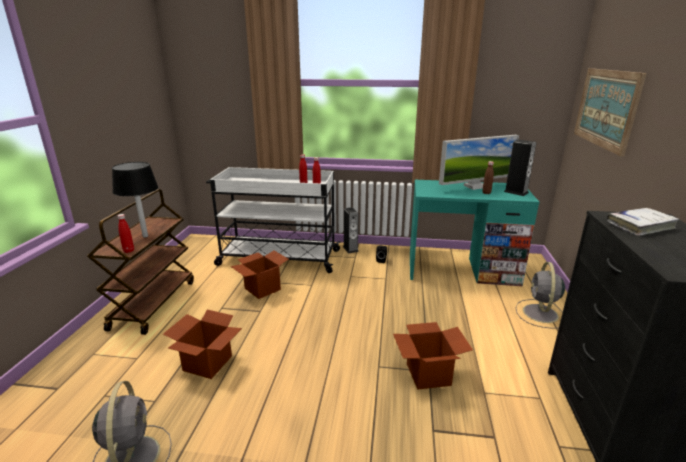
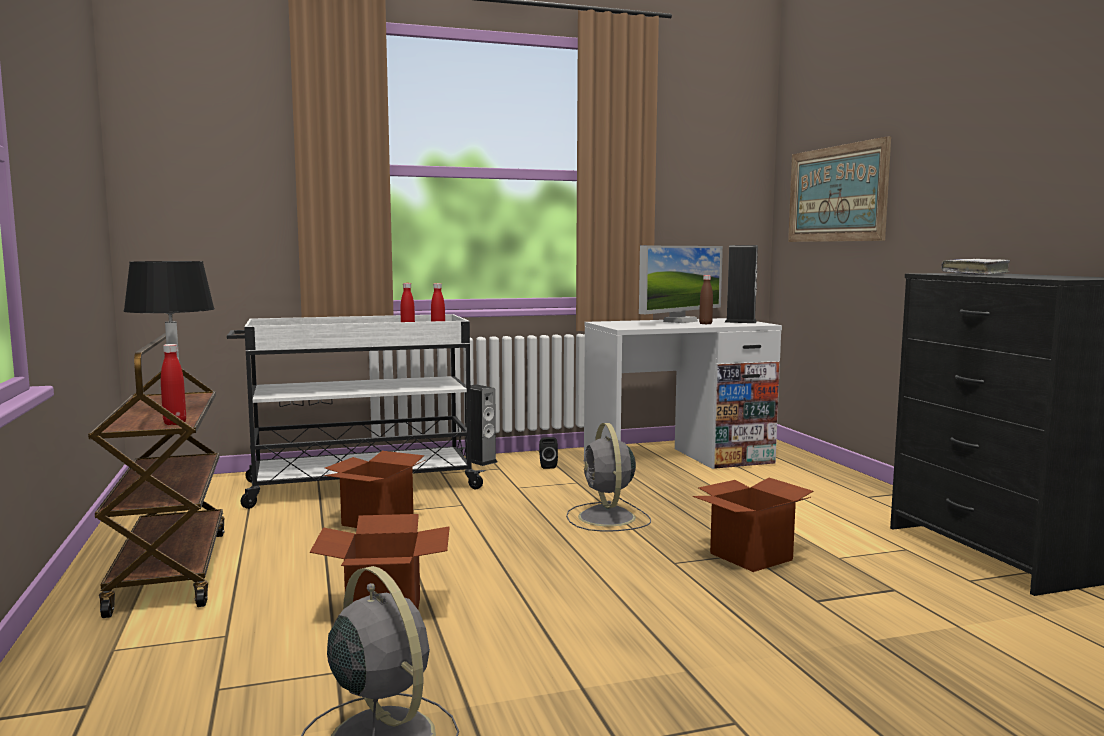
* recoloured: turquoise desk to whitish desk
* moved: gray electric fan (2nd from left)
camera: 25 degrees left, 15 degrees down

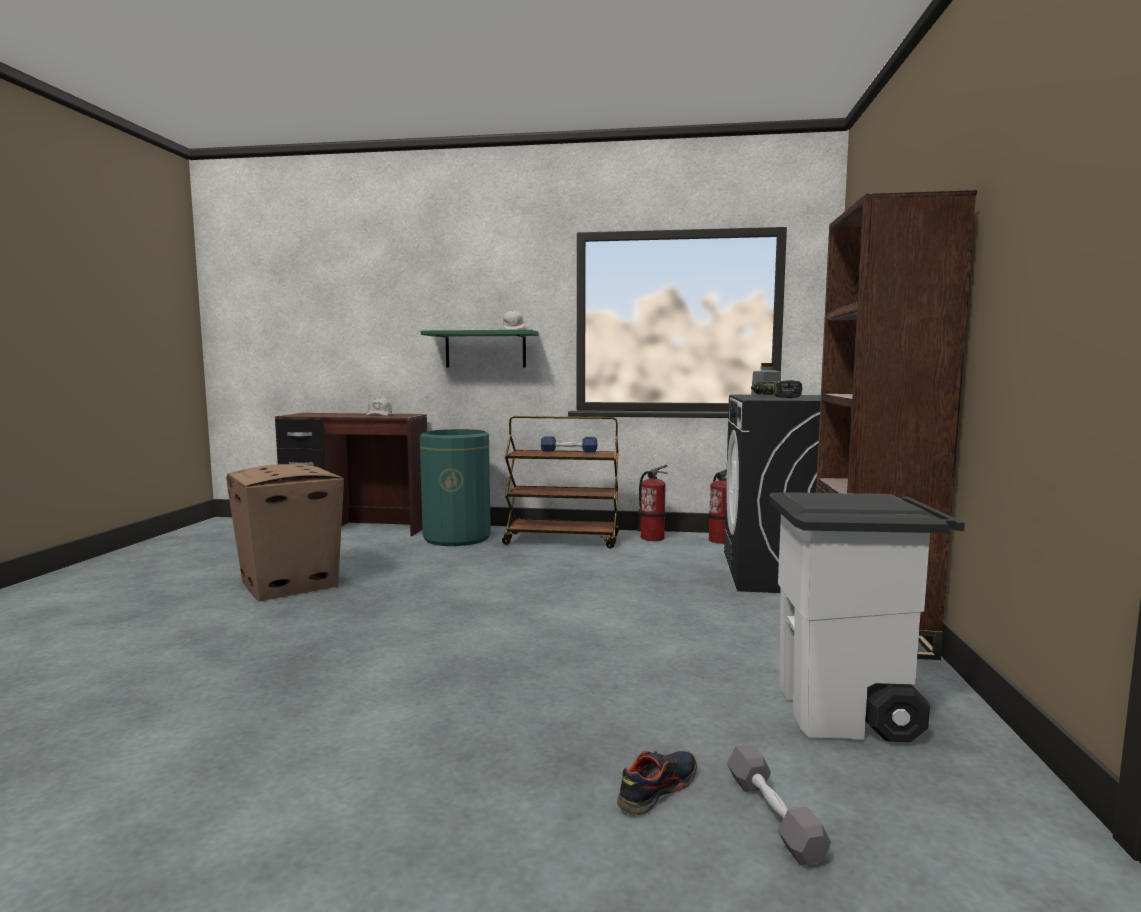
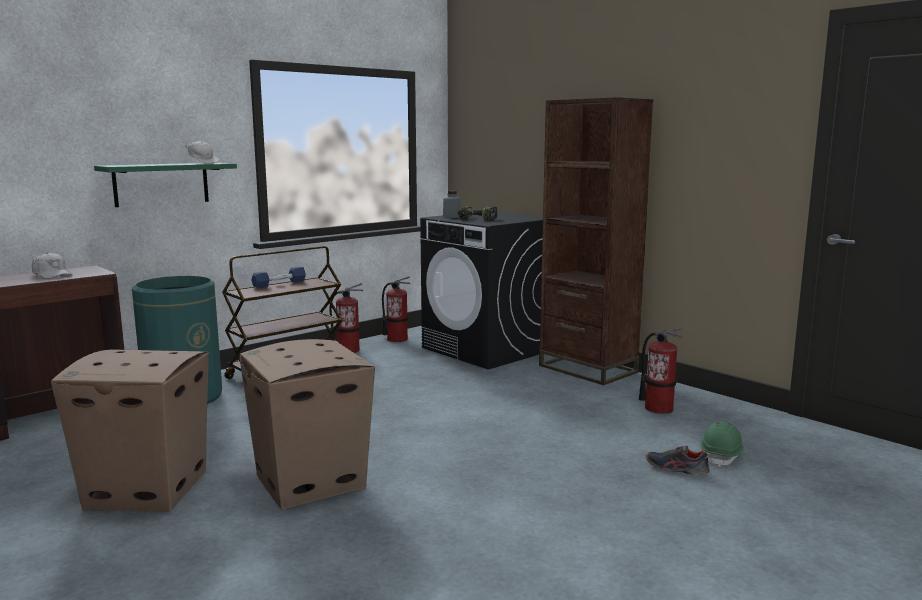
* replaced: whitish rubbish bin to extinguisher (3rd from left)
* replaced: gray hand weight to green hard hat
* turned: low shoe 60 degrees counterclockwise
* added: carton (2nd from left)
camera: 50 degrees left, 5 degrees up

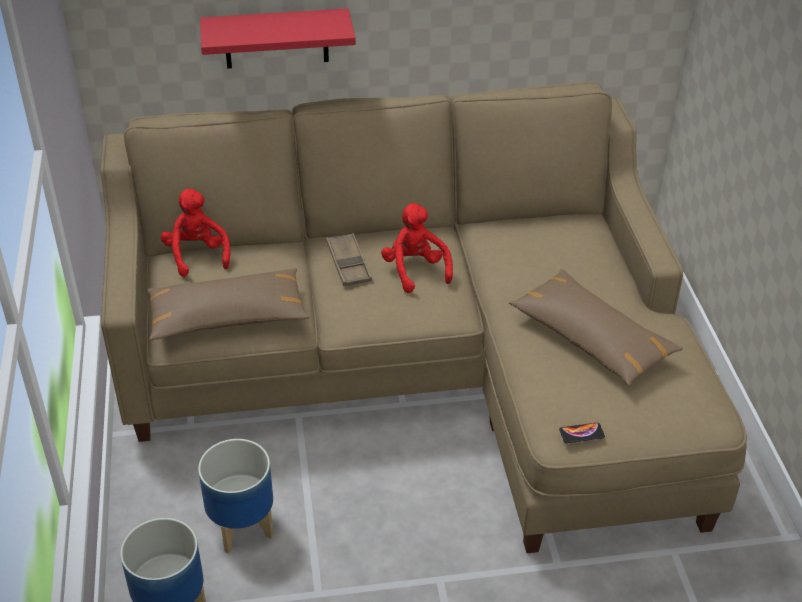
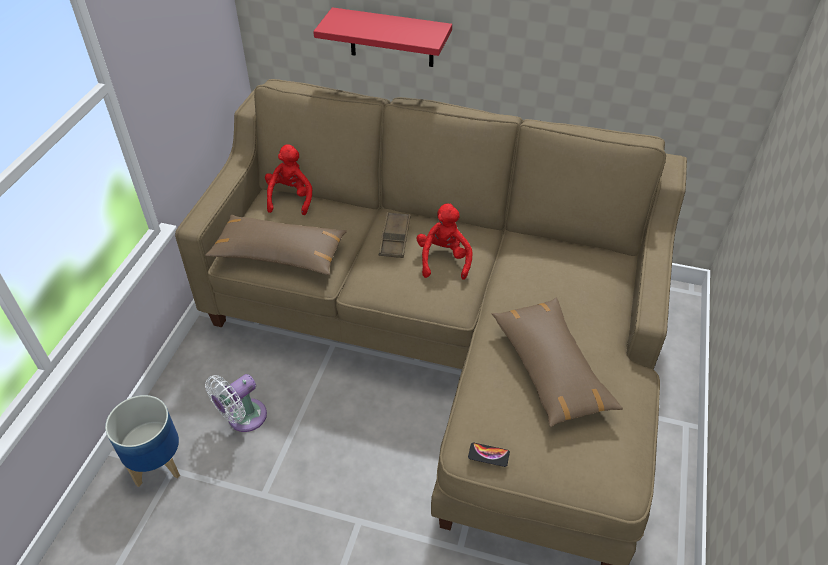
* replaced: plant pot (2nd from left) to whitish electric fan
camera: 25 degrees right, 5 degrees up

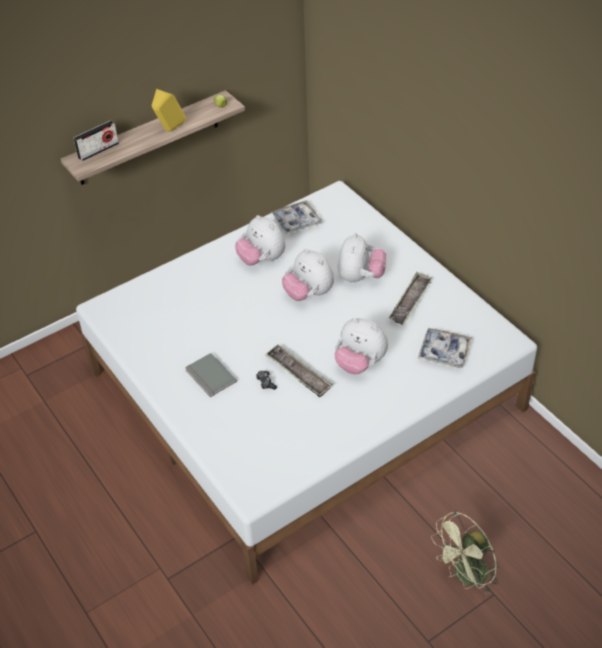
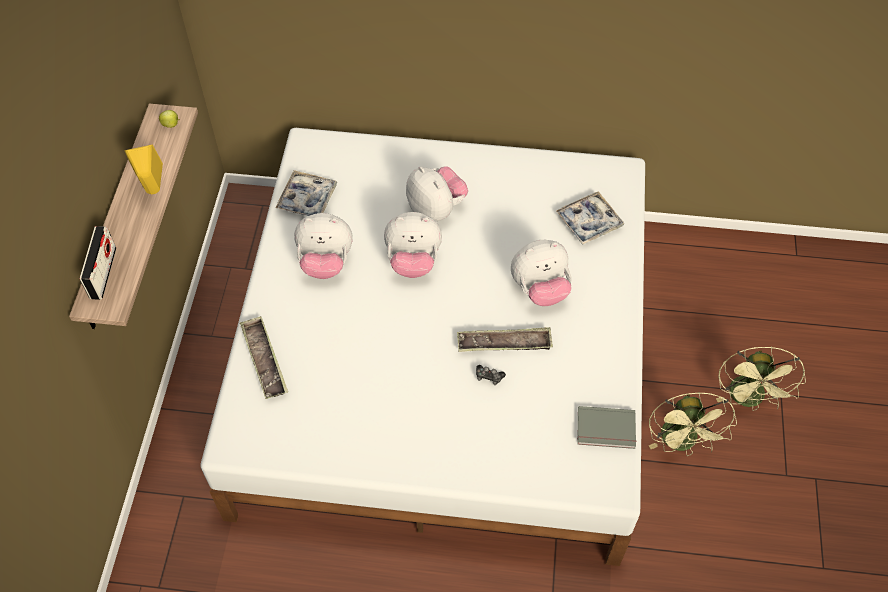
* moved: tray (3rd from left in the first image) to tray (1st from left)
* moved: gray bound book
* added: green electric fan (1st from left)
camera: 50 degrees left, 10 degrees up

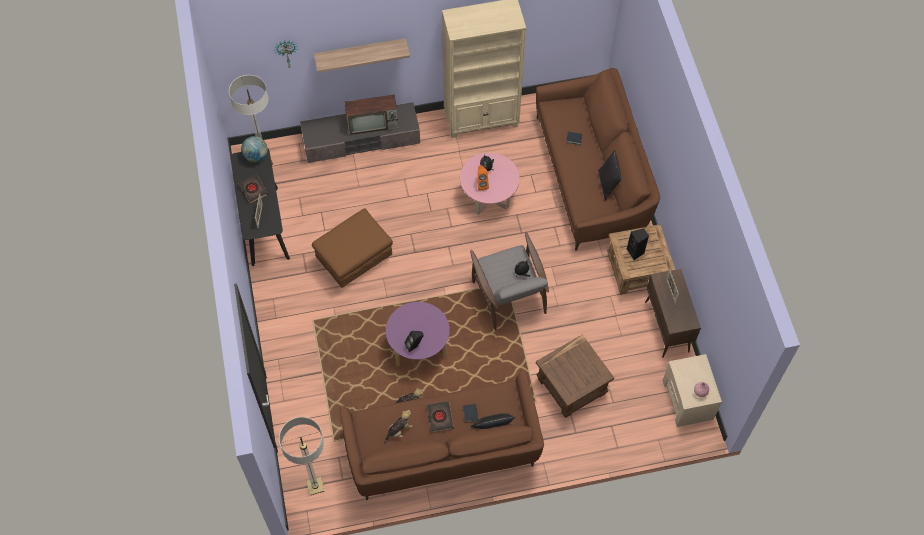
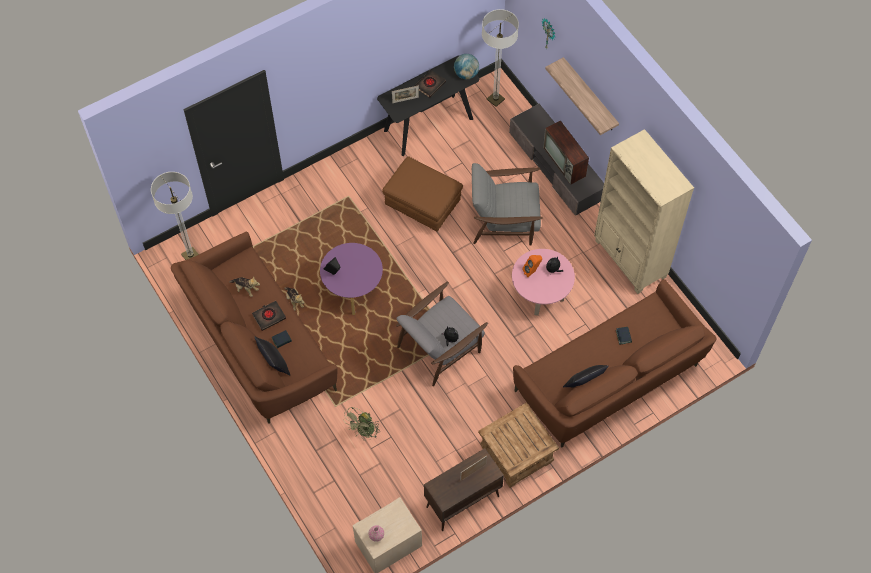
* removed: blackish loudspeaker (2nd from left)
* replaced: brownish accent table (1st from left) to green electric fan
* added: gray easy chair (2nd from left)
camera: 70 degrees right, 0 degrees up

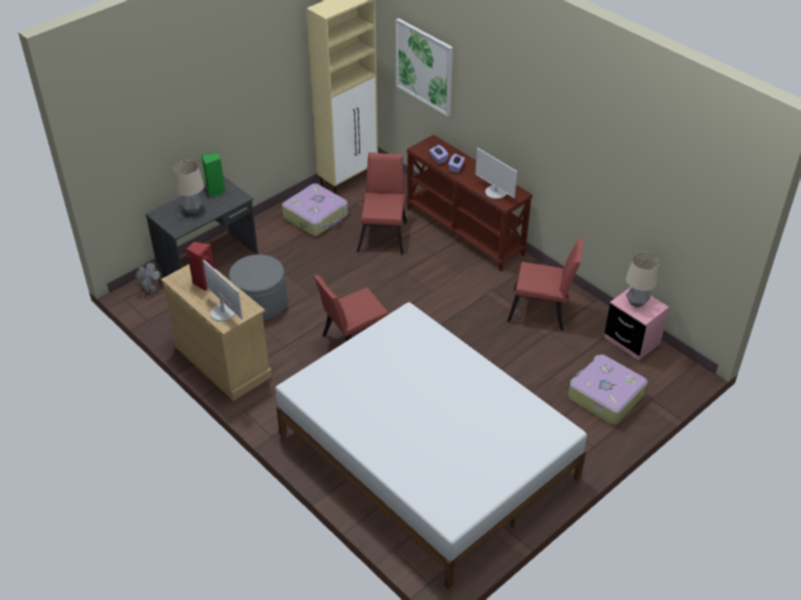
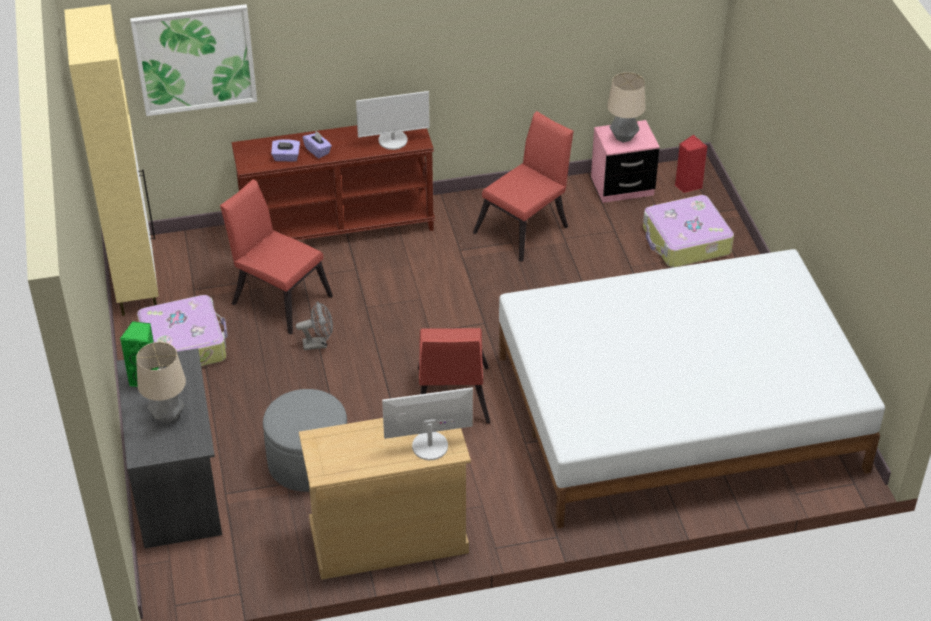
* moved: reddish loudspeaker
* moved: gray electric fan
camera: 60 degrees left, 0 degrees up

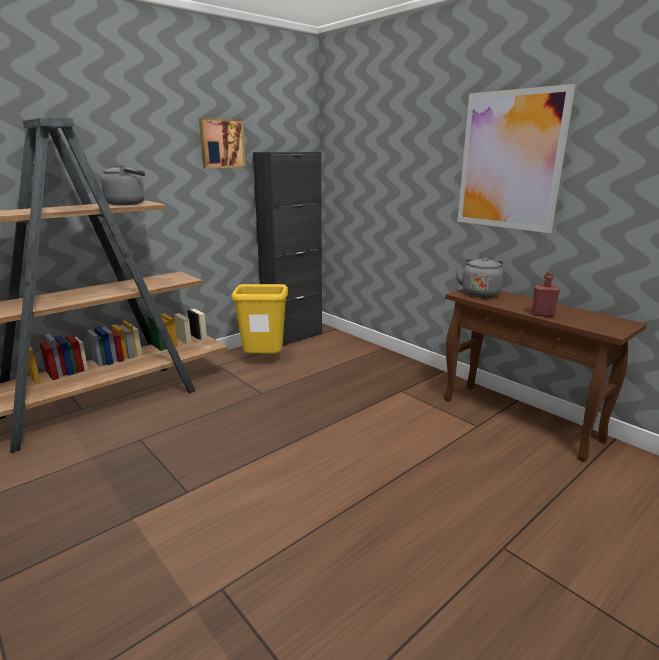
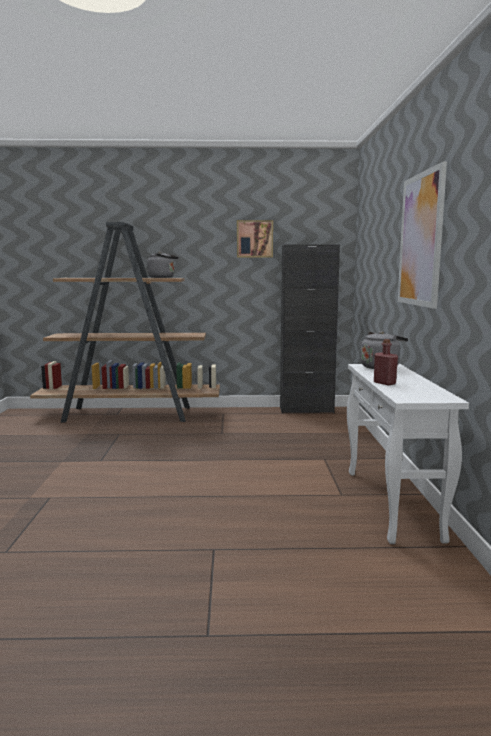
* removed: yellow-coloured rubbish bin
* recoloured: brownish hall table to whitish hall table
camera: 40 degrees right, 10 degrees down

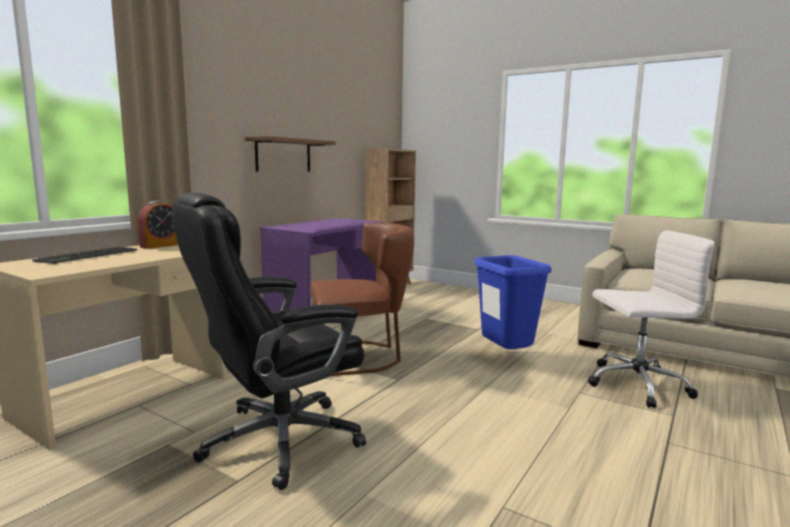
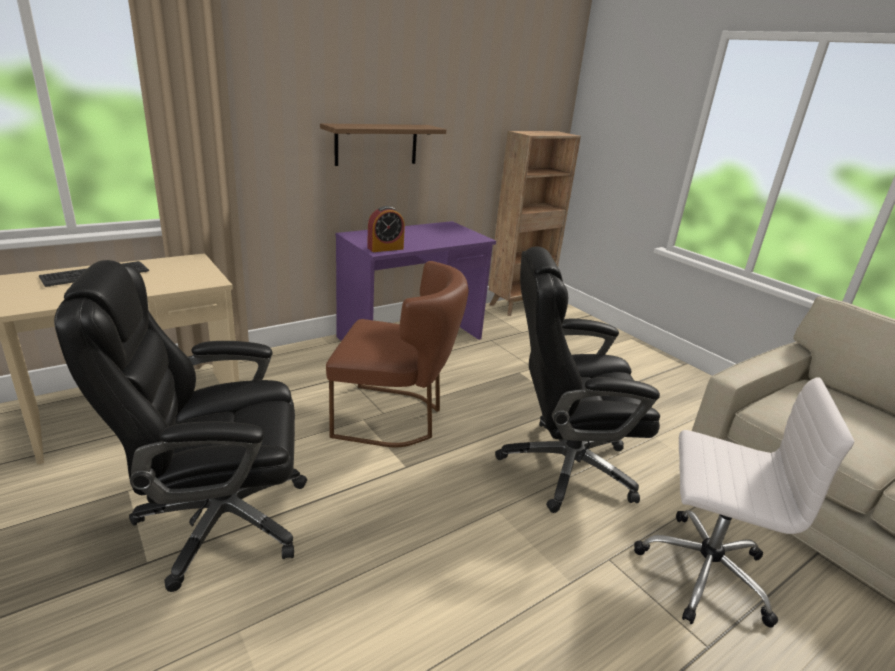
* moved: alarm clock
* replaced: blue rubbish bin to blackish desk chair (2nd from left)
camera: 20 degrees right, 15 degrees up

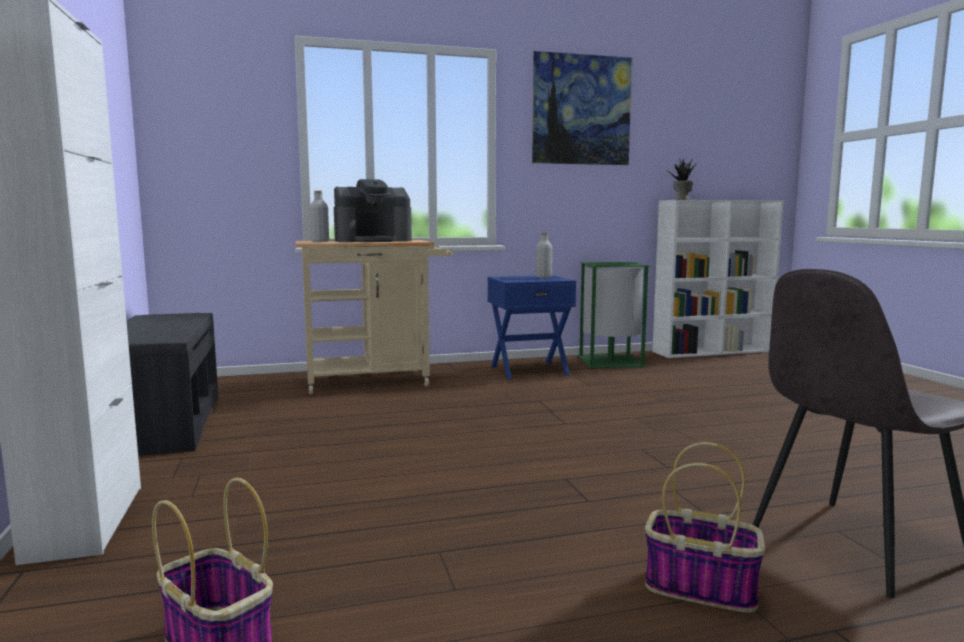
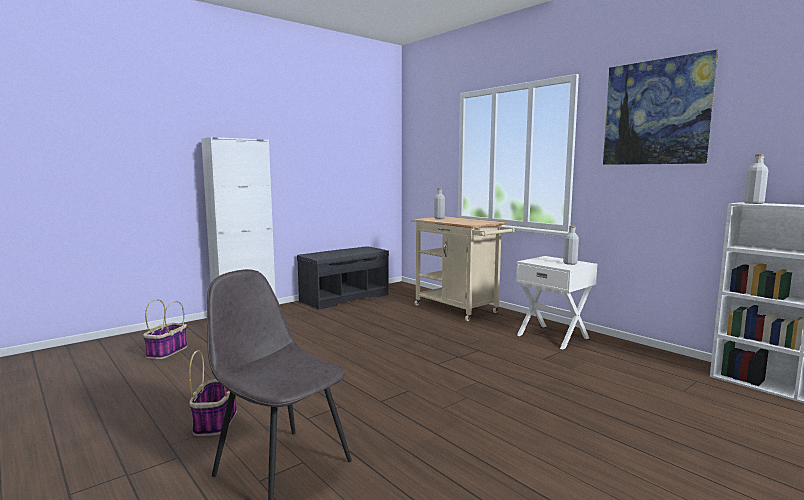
* replaced: plant in a pot to gray beverage bottle (3rd from left)
* removed: coffee machine
* removed: green rubbish bin
* recoloured: blue night table to whitish night table
camera: 65 degrees right, 0 degrees up

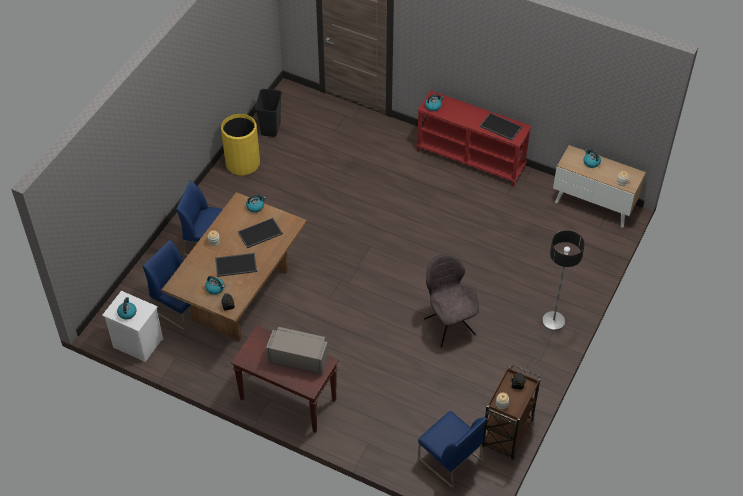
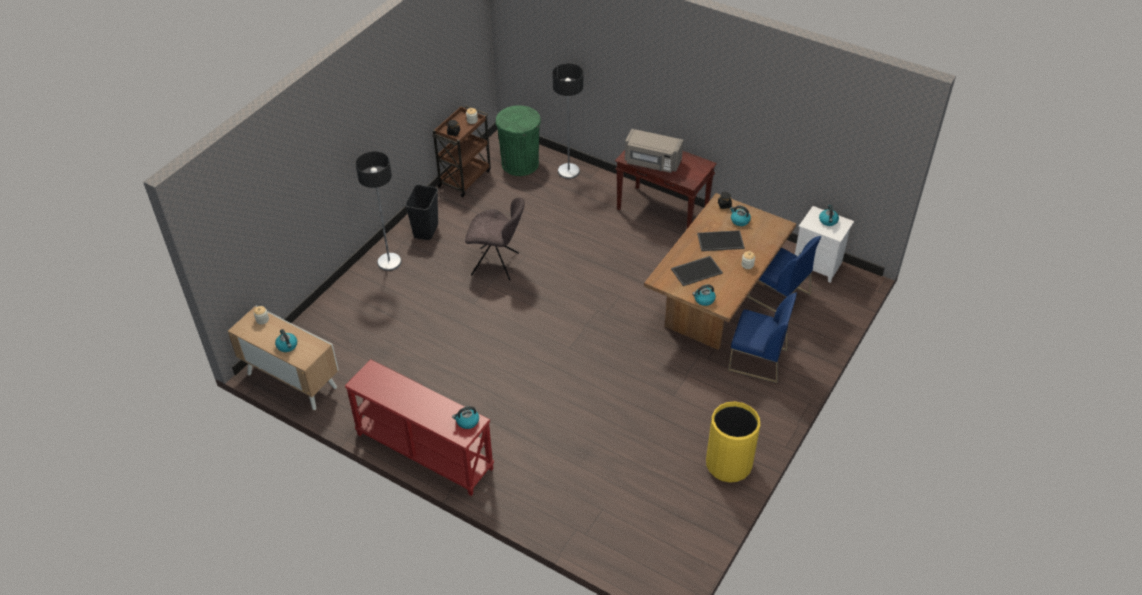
* moved: blackish rubbish bin
* removed: tray (3rd from left)
* turned: gray plain chair 60 degrees counterclockwise
* replaced: blue plain chair (3rd from left) to green rubbish bin
* added: standing lamp (2nd from left)
camera: 175 degrees left, 5 degrees down

